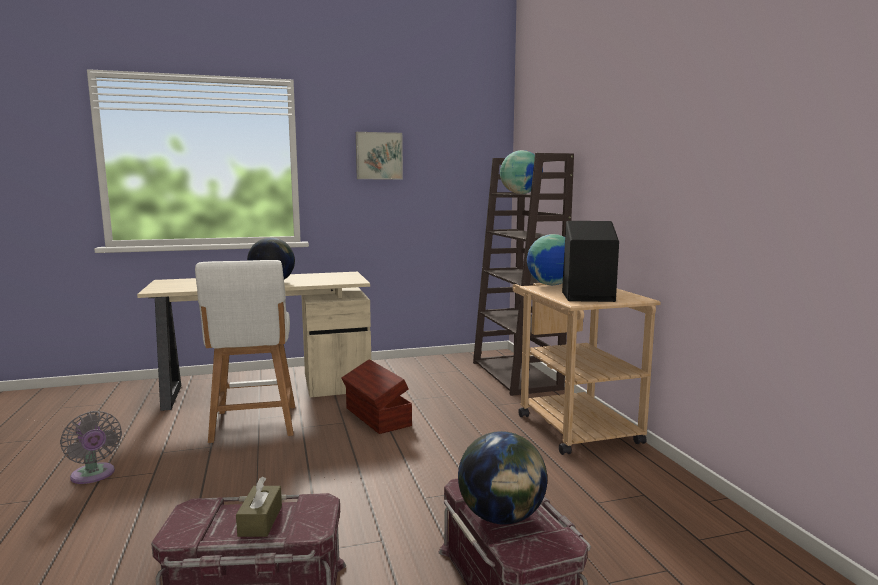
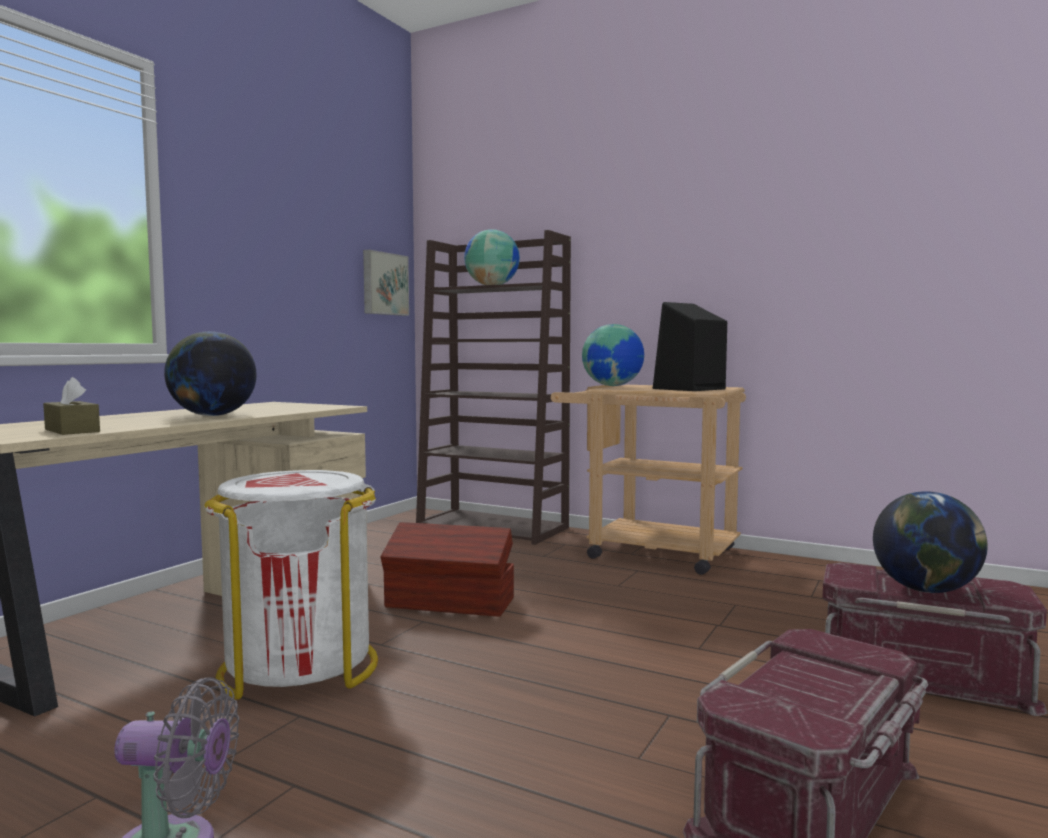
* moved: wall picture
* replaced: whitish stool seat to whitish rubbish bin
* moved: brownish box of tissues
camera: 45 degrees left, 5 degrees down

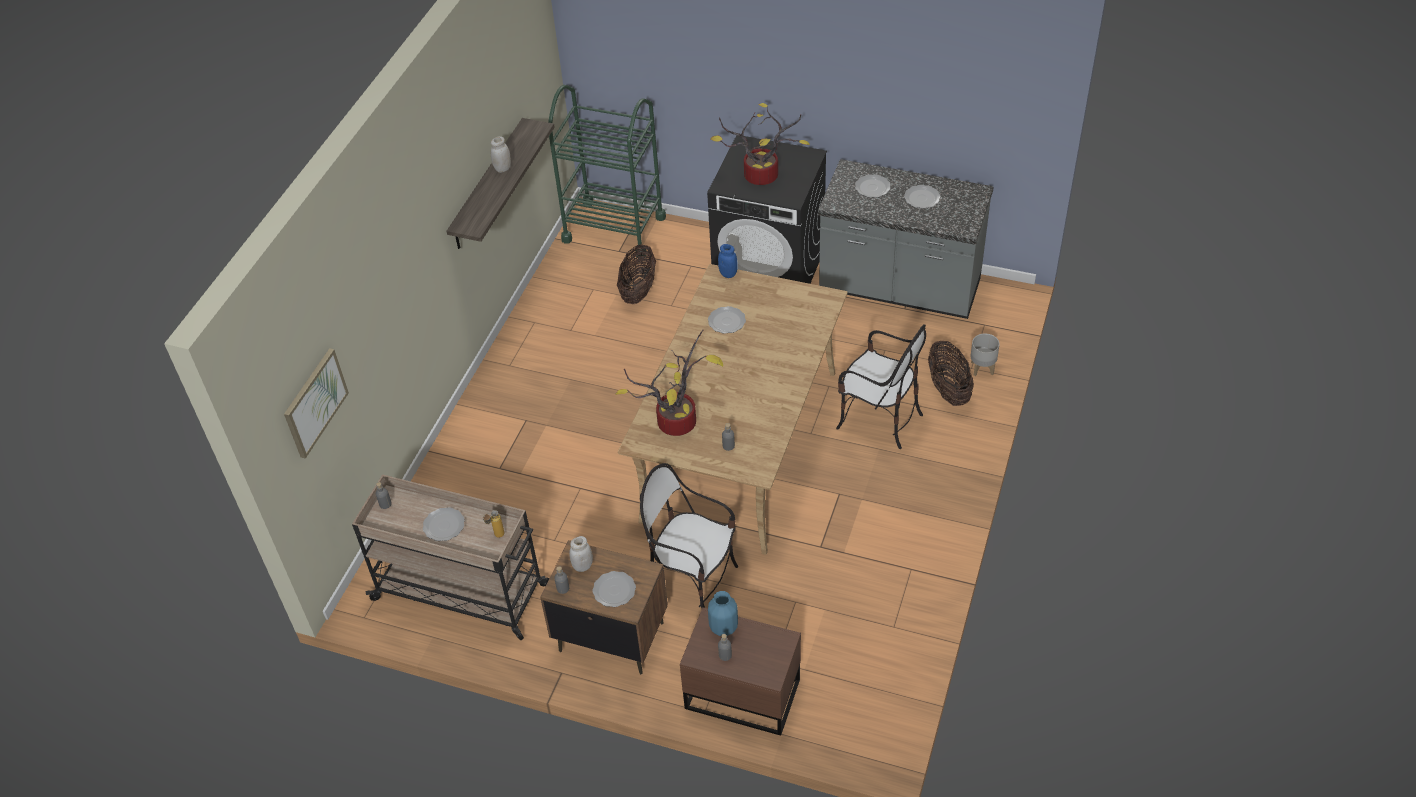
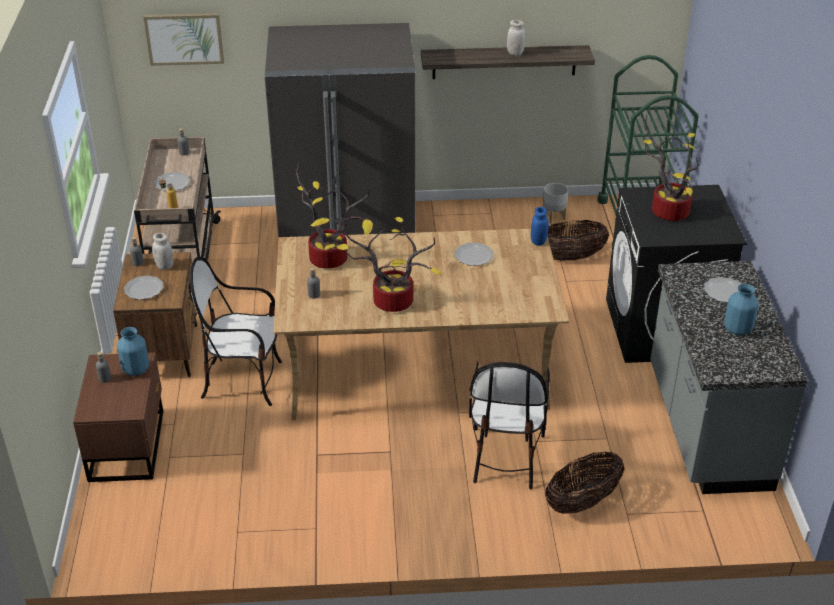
* replaced: plate (5th from left) to blue flower vase (2nd from left)
* moved: gray plant pot
* turned: plain chair (1st from left) 90 degrees counterclockwise
* added: gray refrigerator
* added: plant in a pot (2nd from left)
camera: 65 degrees right, 10 degrees down

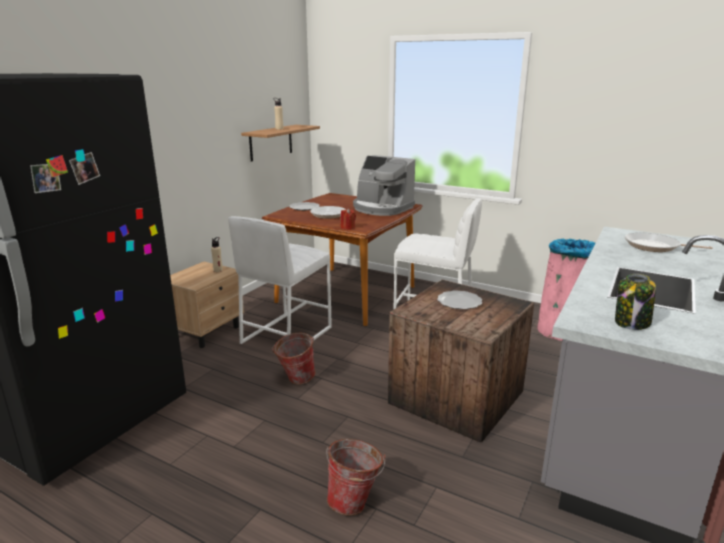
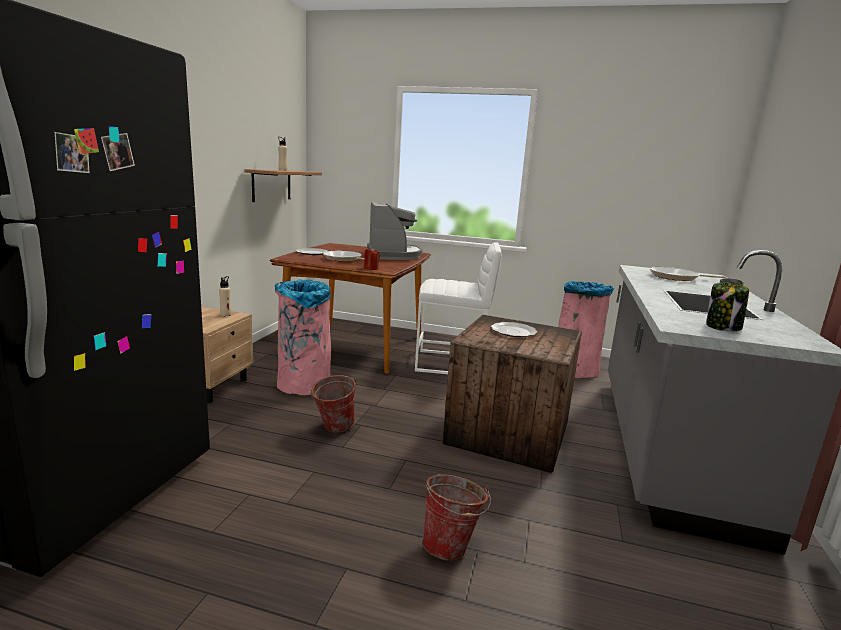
* turned: coffee machine 120 degrees counterclockwise
* replaced: whitish stool seat (1st from left) to pink rubbish bin (1st from left)
camera: 15 degrees left, 5 degrees down

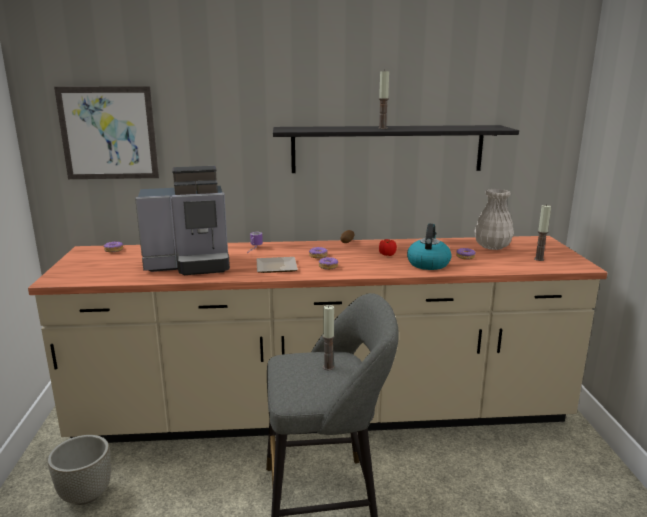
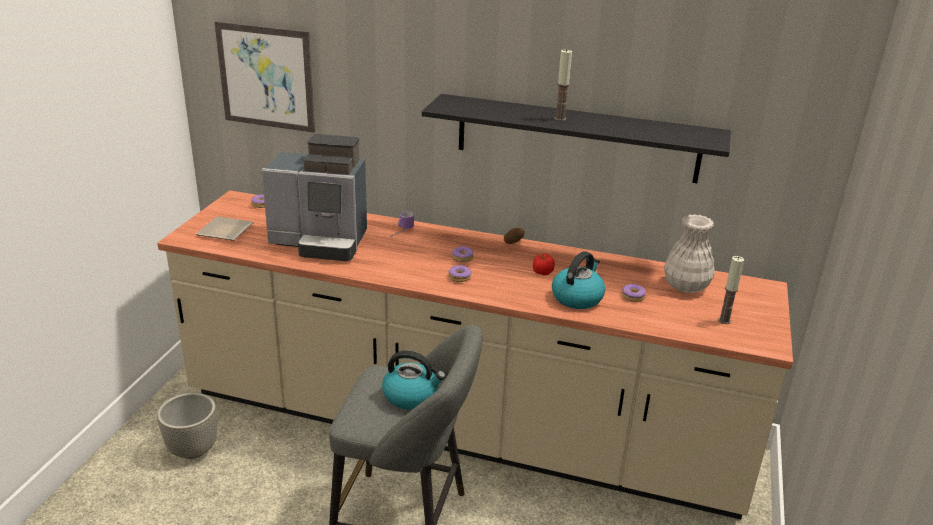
* moved: plate
* replaced: wax candle (1st from left) to water kettle (1st from left)
camera: 20 degrees right, 10 degrees up

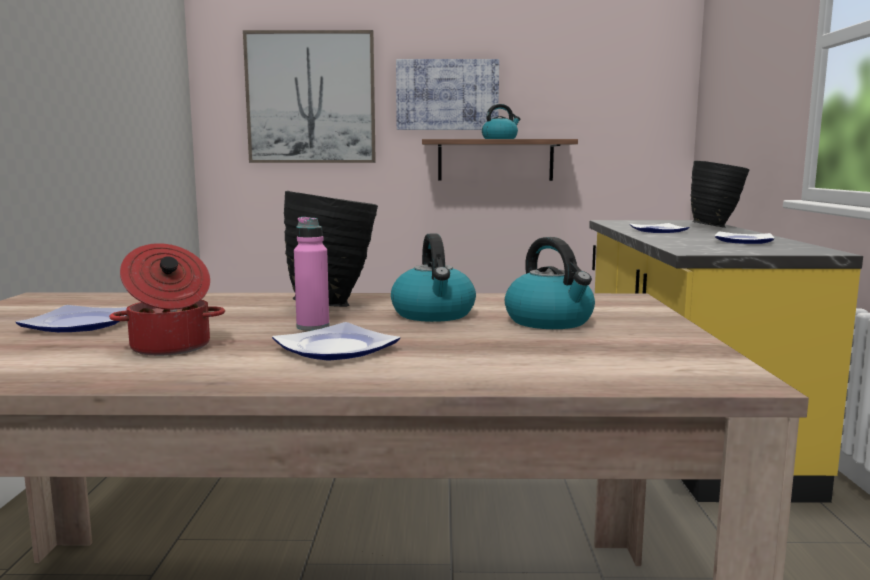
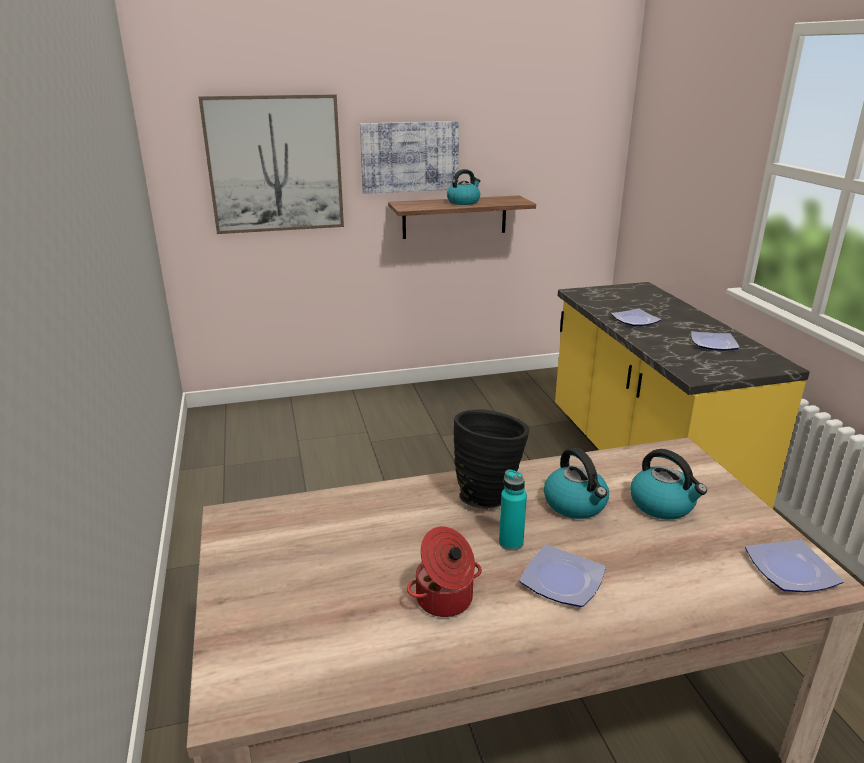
* removed: blackish flower vase (2nd from left)
* recoloured: pink beverage bottle to turquoise beverage bottle
* moved: plate (1st from left in the first image) to plate (4th from left)
camera: 15 degrees left, 15 degrees up

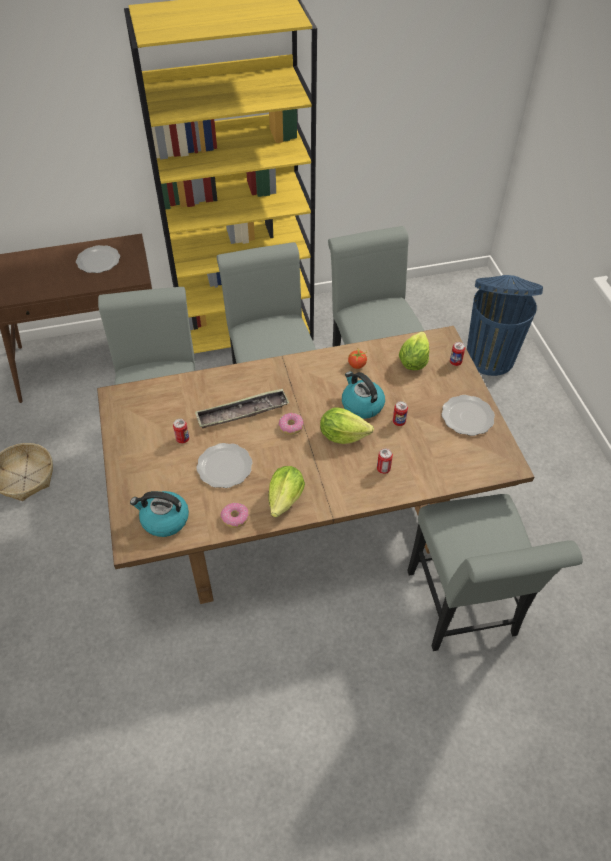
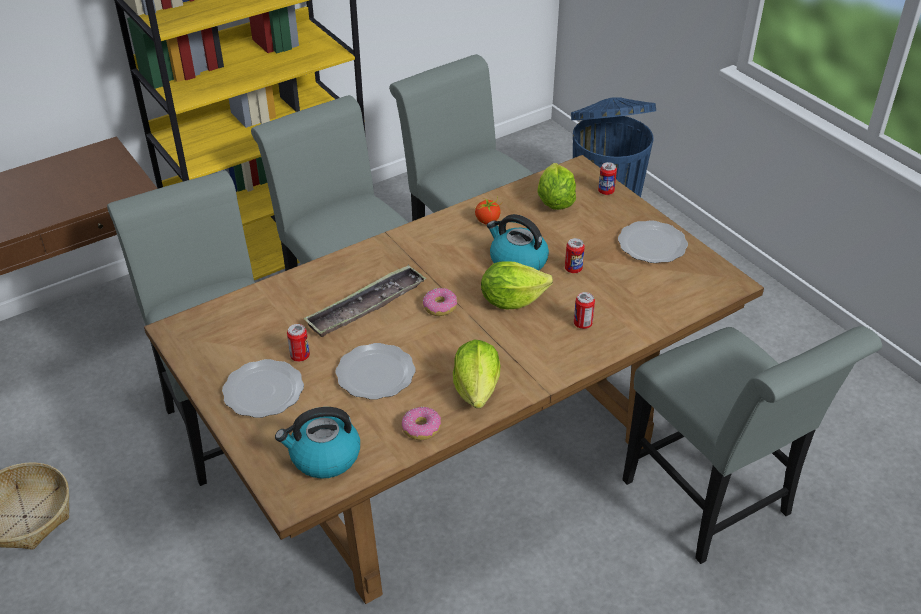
* moved: plate (1st from left)
camera: 20 degrees left, 10 degrees down

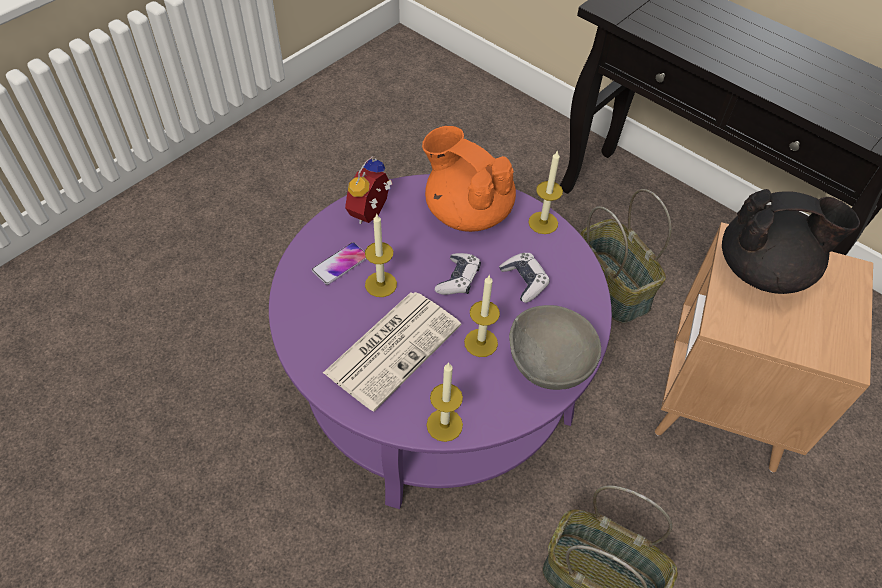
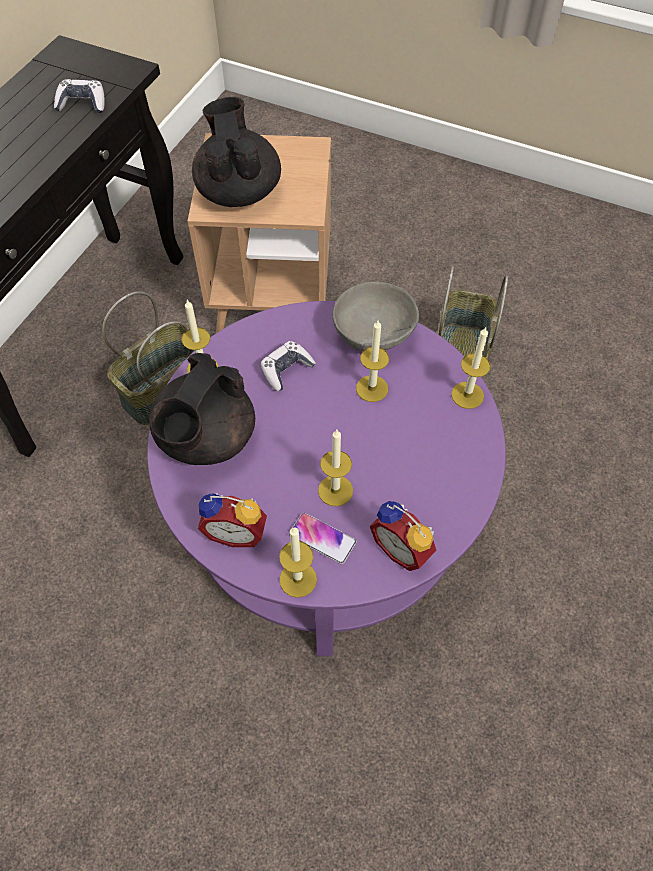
* recoloured: orangey teapot to blackish teapot (1st from left)
* moved: game controller (1st from left)
* removed: printed paper
* added: alarm clock (2nd from left)
* added: wax candle (2nd from left)
camera: 105 degrees left, 5 degrees up

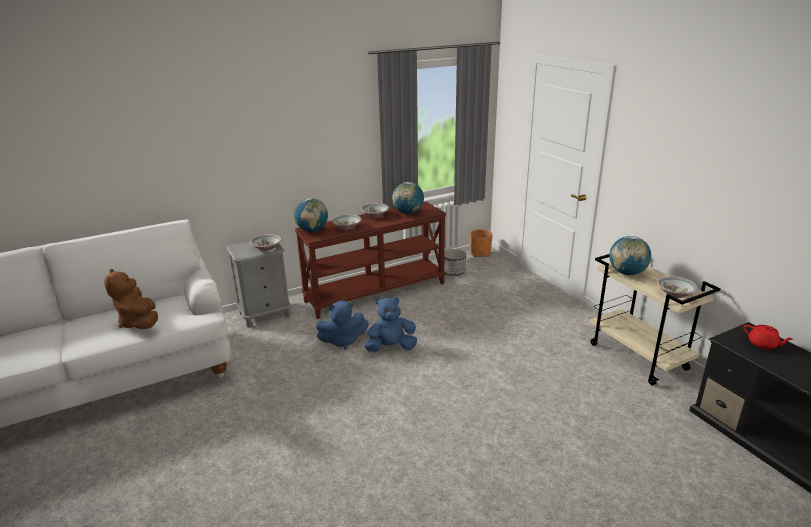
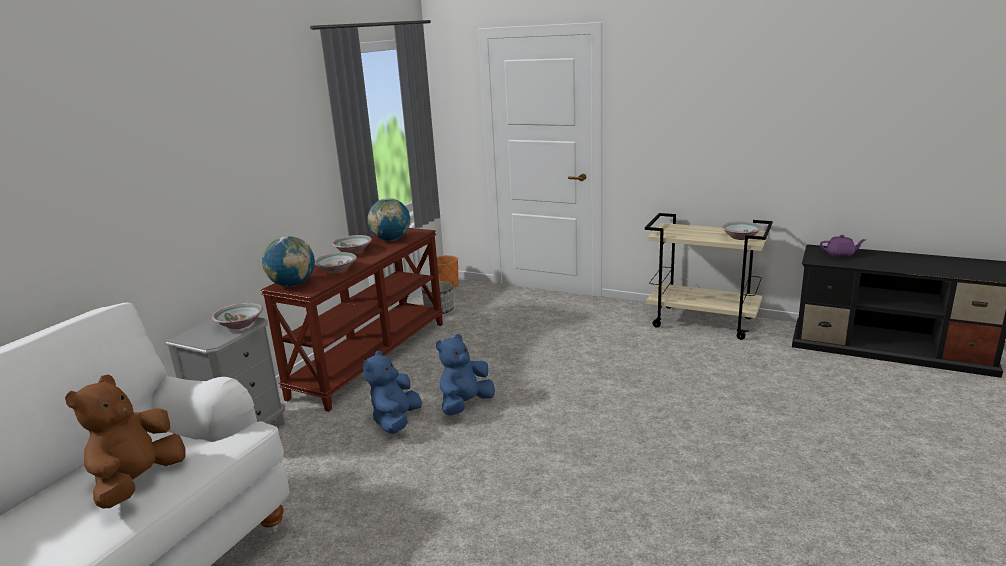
* removed: world globe (3rd from left)
* turned: brownish plush toy 75 degrees clockwise
* turned: blue plush toy (1st from left) 150 degrees clockwise
* recoloured: reddish teapot to purple-coloured teapot
camera: 35 degrees left, 5 degrees down

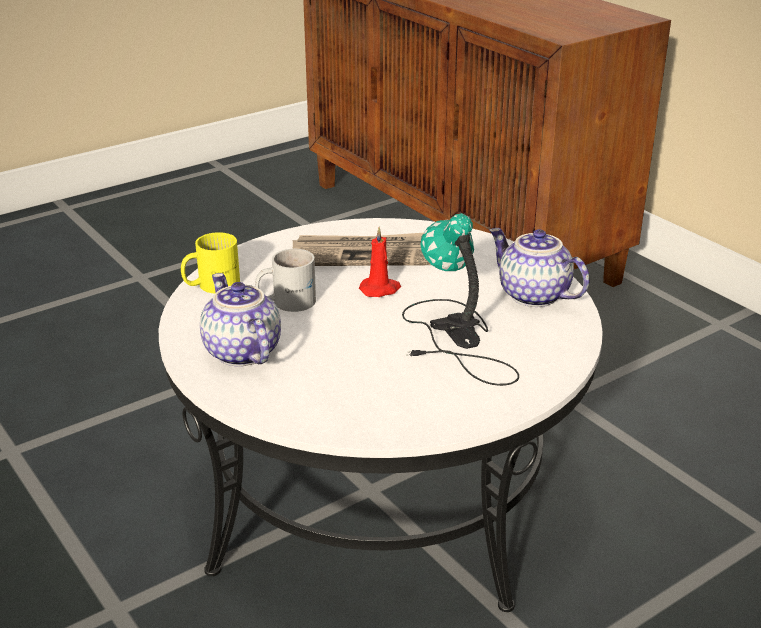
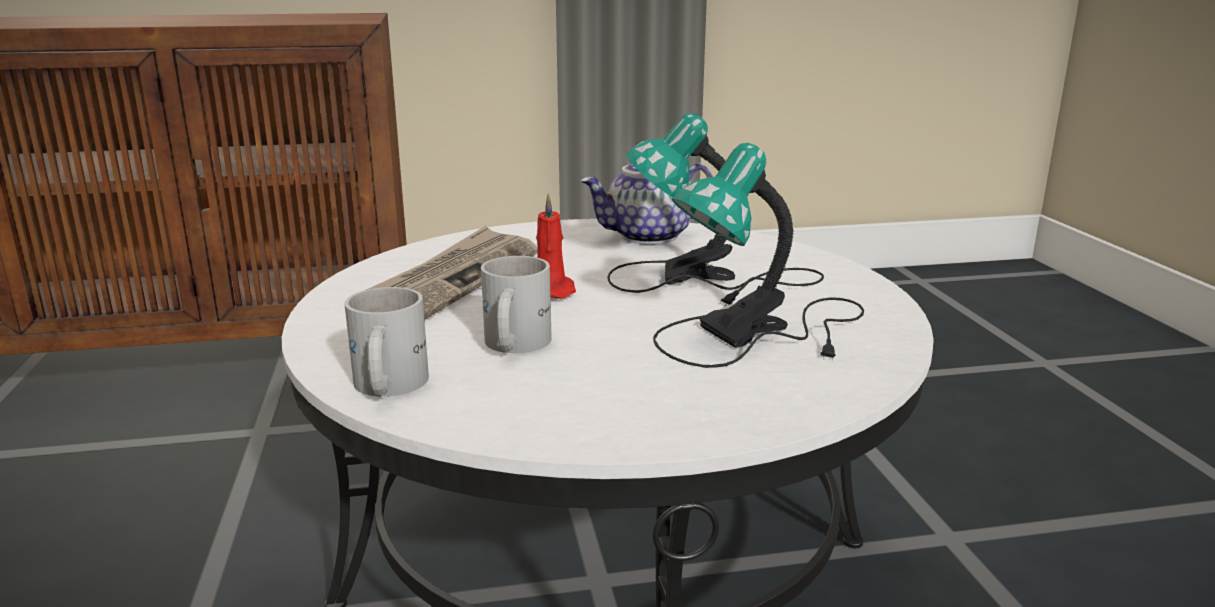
* recoloured: yellow-coloured mug to whitish mug (1st from left)
* removed: teapot (1st from left)
* added: tabletop lamp (2nd from left)
camera: 65 degrees left, 10 degrees down

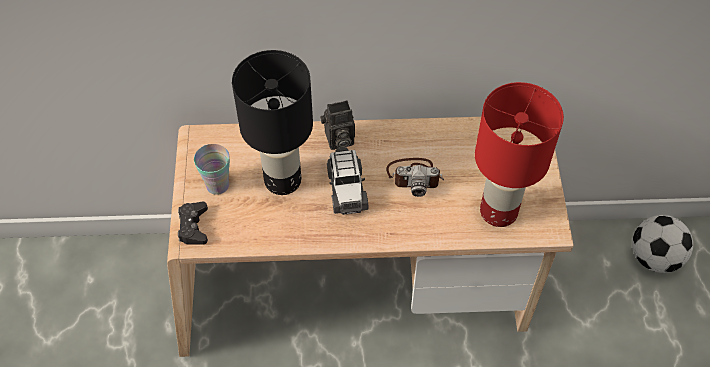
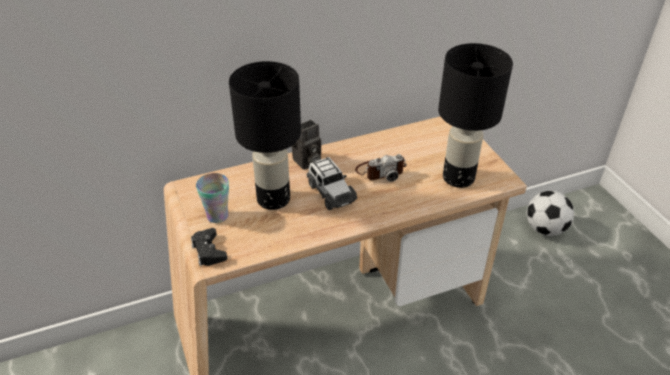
* recoloured: reddish tabletop lamp to blackish tabletop lamp (2nd from left)
camera: 20 degrees left, 15 degrees down

